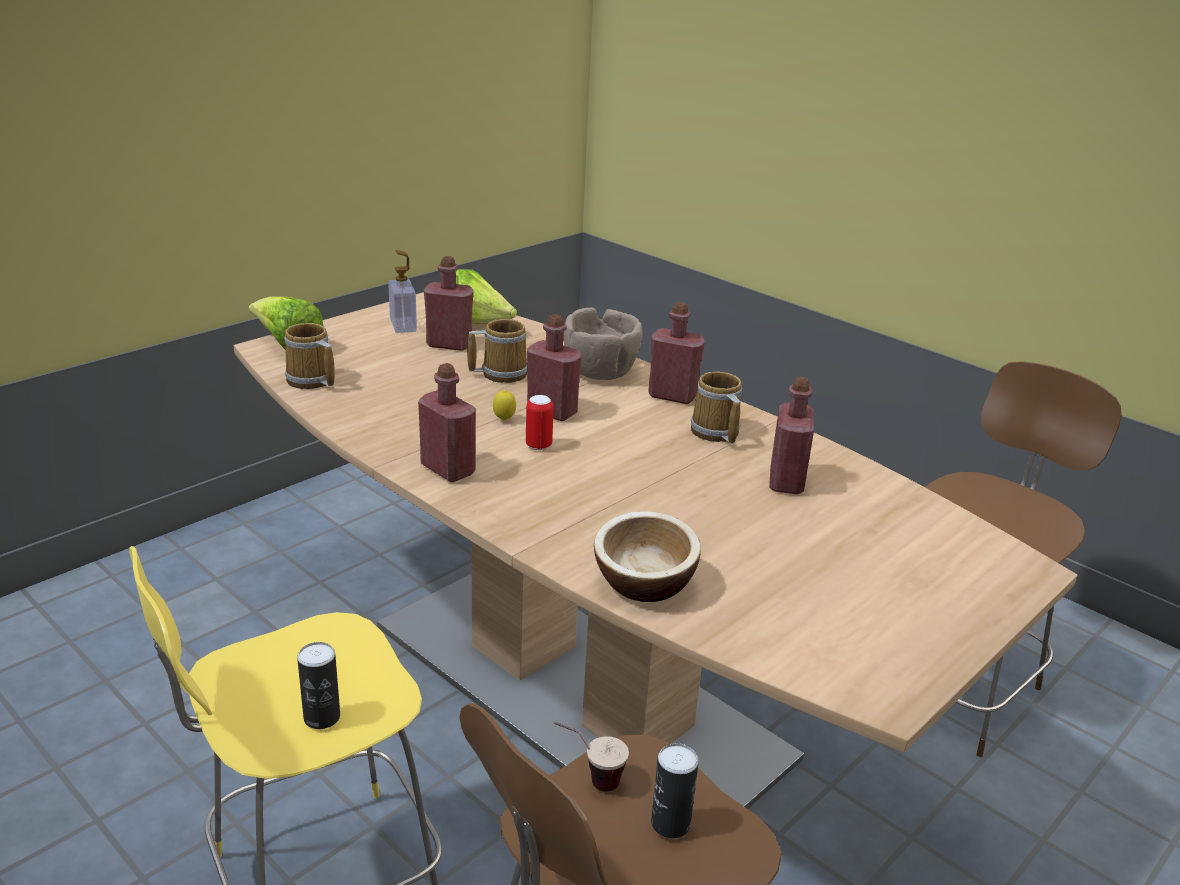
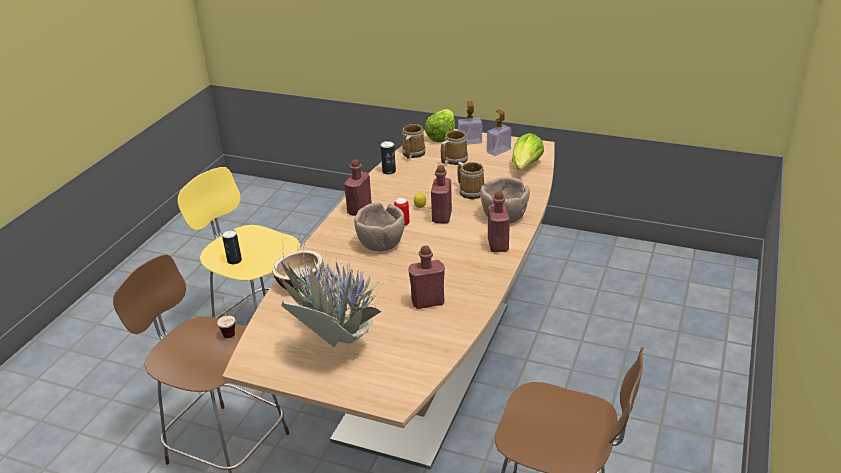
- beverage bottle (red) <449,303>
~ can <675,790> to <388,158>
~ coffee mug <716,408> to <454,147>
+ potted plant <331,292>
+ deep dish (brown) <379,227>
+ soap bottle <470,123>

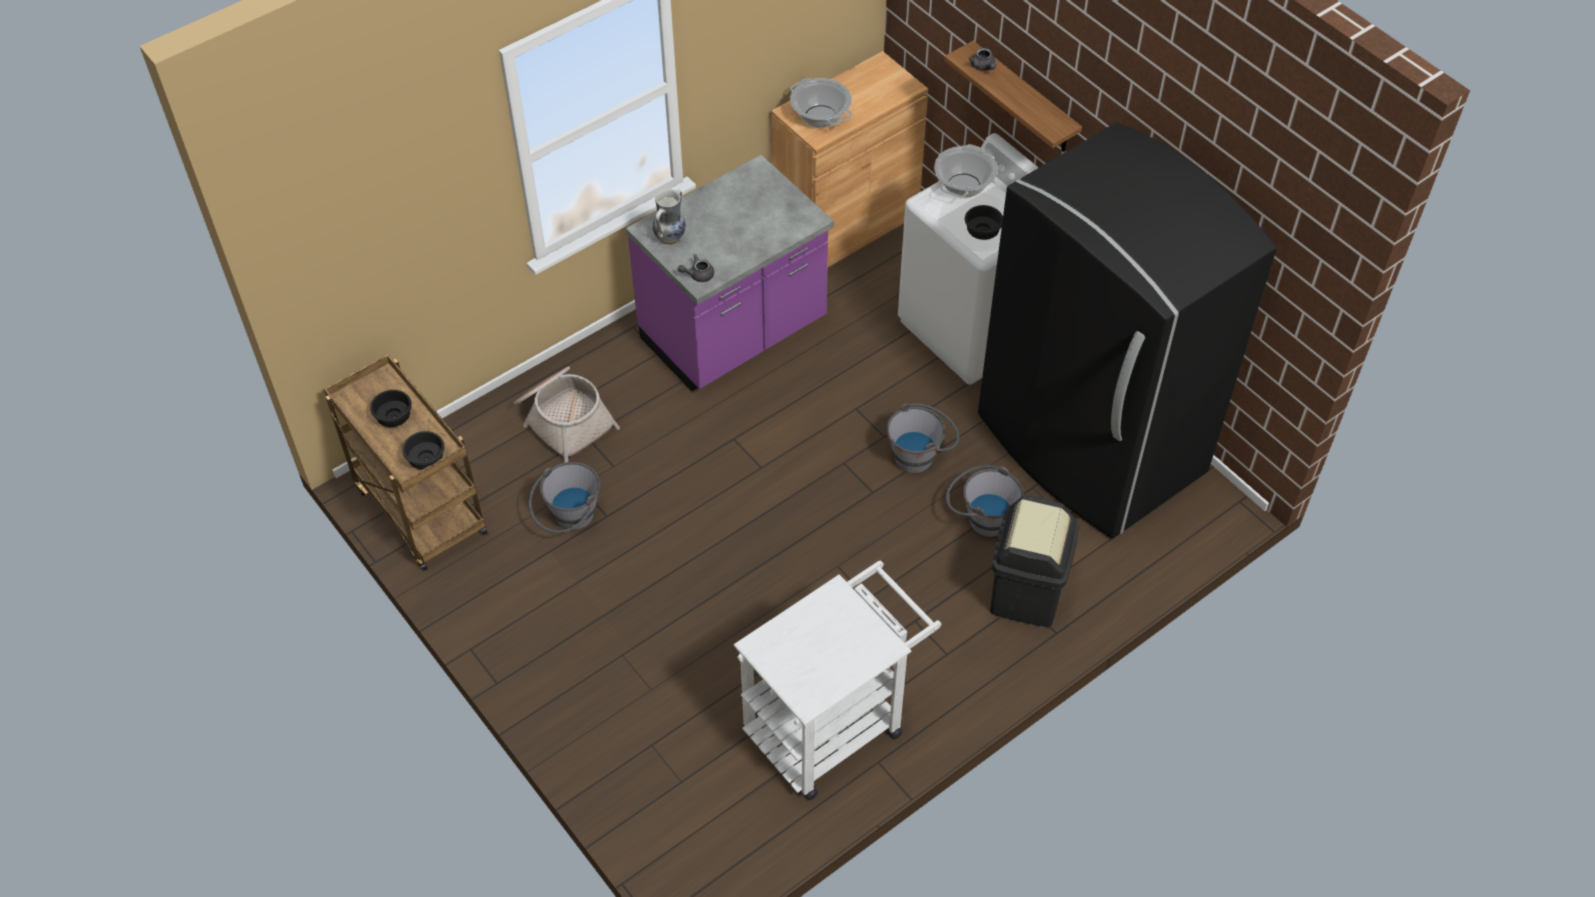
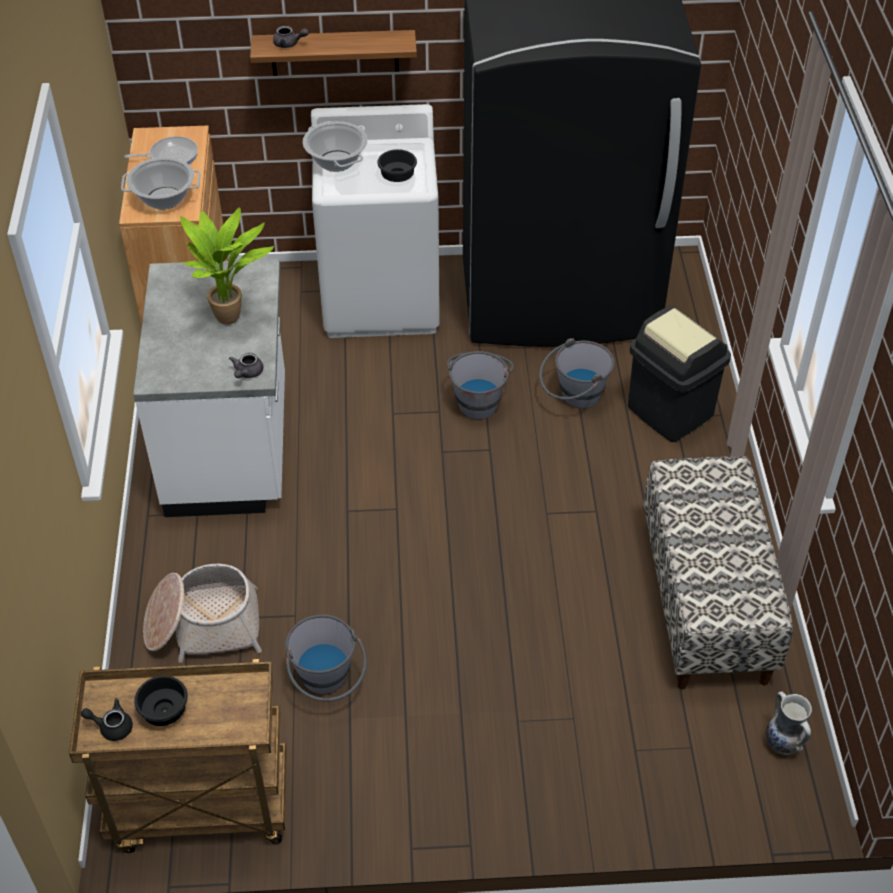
- deep dish (black) <423,450>
~ counter (purplish) <730,273> to counter (whitish) <209,388>
~ vase <669,217> to <789,723>
~ wheeled cart (whitish) <837,680> to bench <718,573>
+ pot for tea (black) <107,719>
+ skillet <161,150>
+ potted plant <227,266>

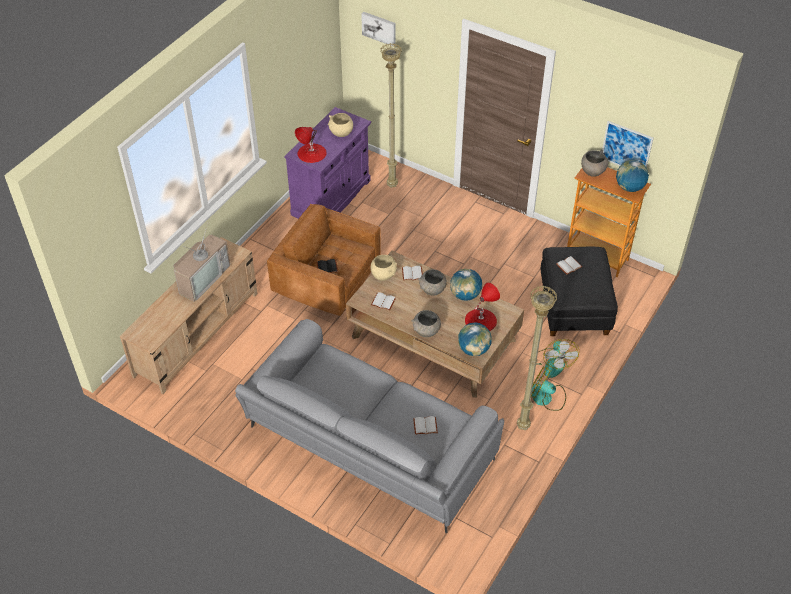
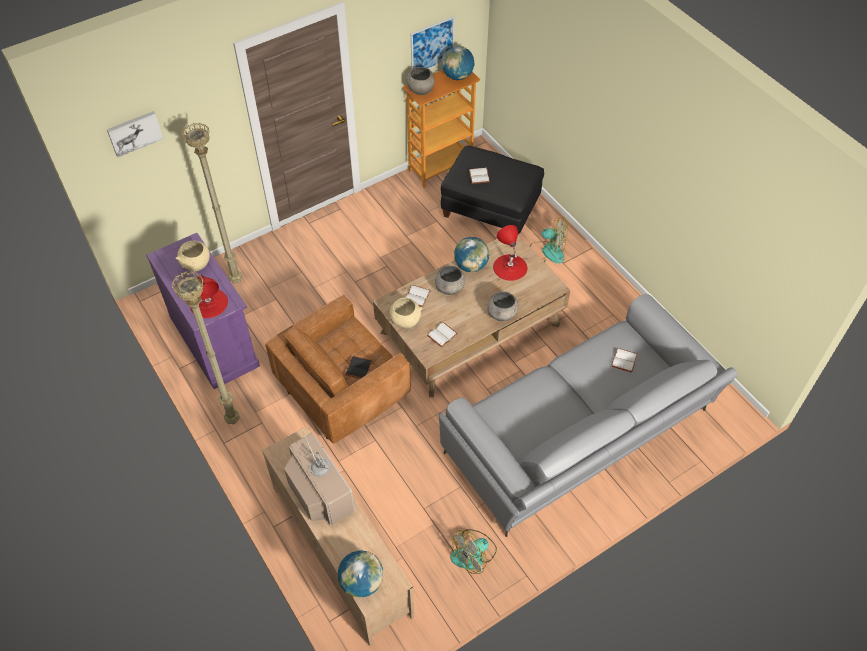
~ desk globe <475,339> to <360,574>
~ standard lamp (beige-coloured) <537,357> to <206,348>
~ cooling fan <548,388> to <473,551>

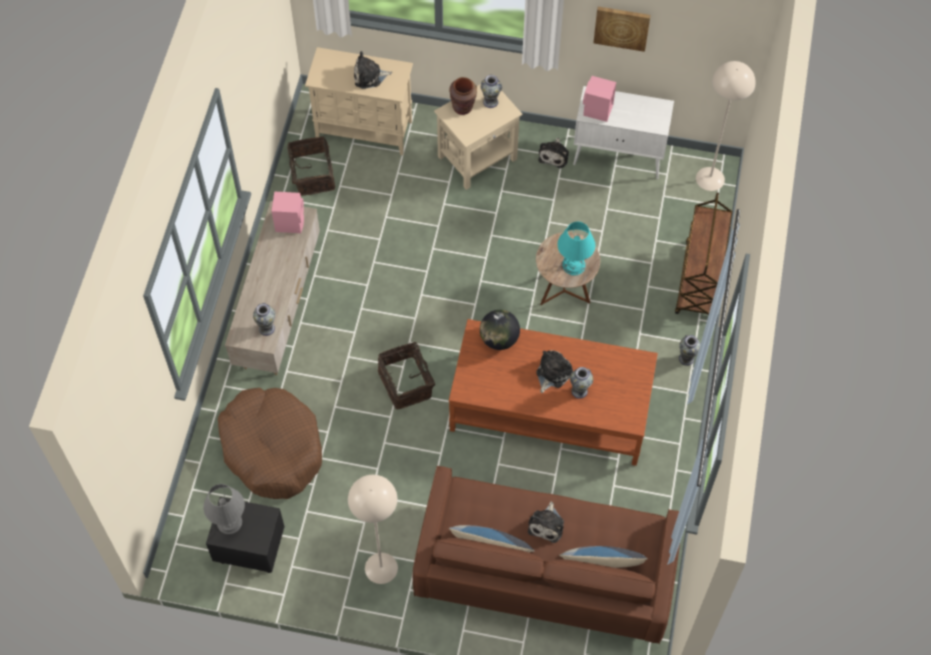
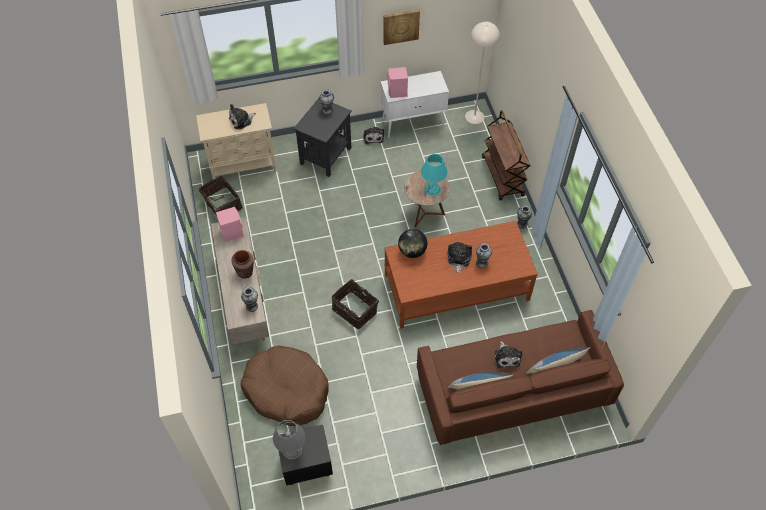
- standard lamp (beige-coloured) <373,529>
~ end table (beige-coloured) <478,137> to end table (black) <322,137>
~ vase (brown) <463,96> to <242,264>

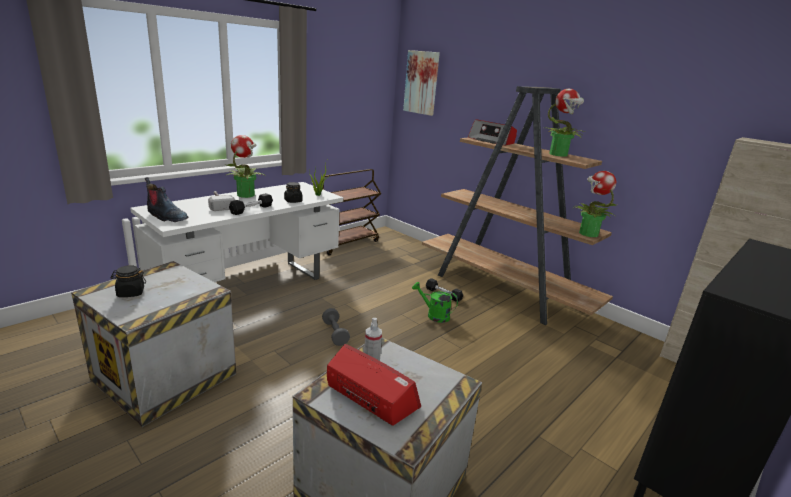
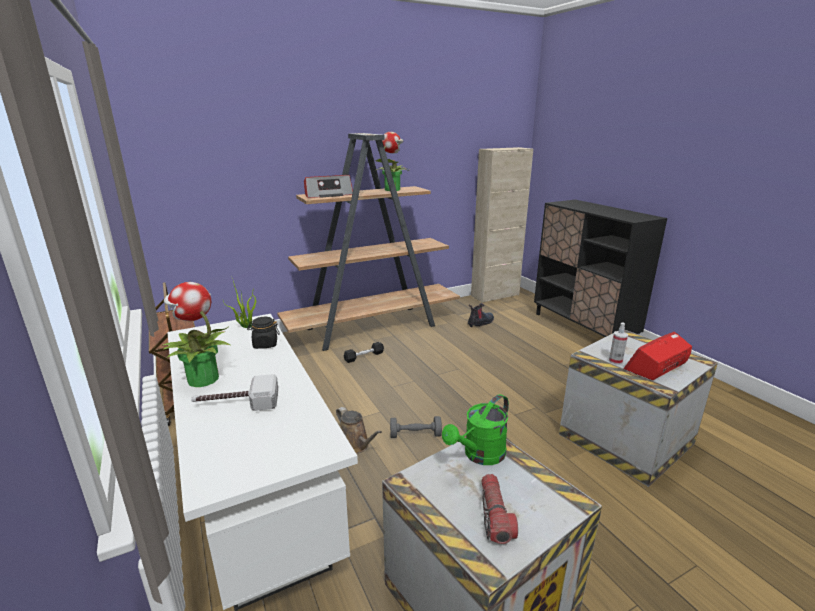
~ preserve jar (black) <128,281> to hand torch <499,509>
~ tall boot <167,199> to <481,315>
- free weight (black) <251,204>
- picture <421,83>
~ sprinkling can (greenish) <435,302> to <475,429>
- potted plant <596,204>
+ sprinkling can (brown) <359,430>

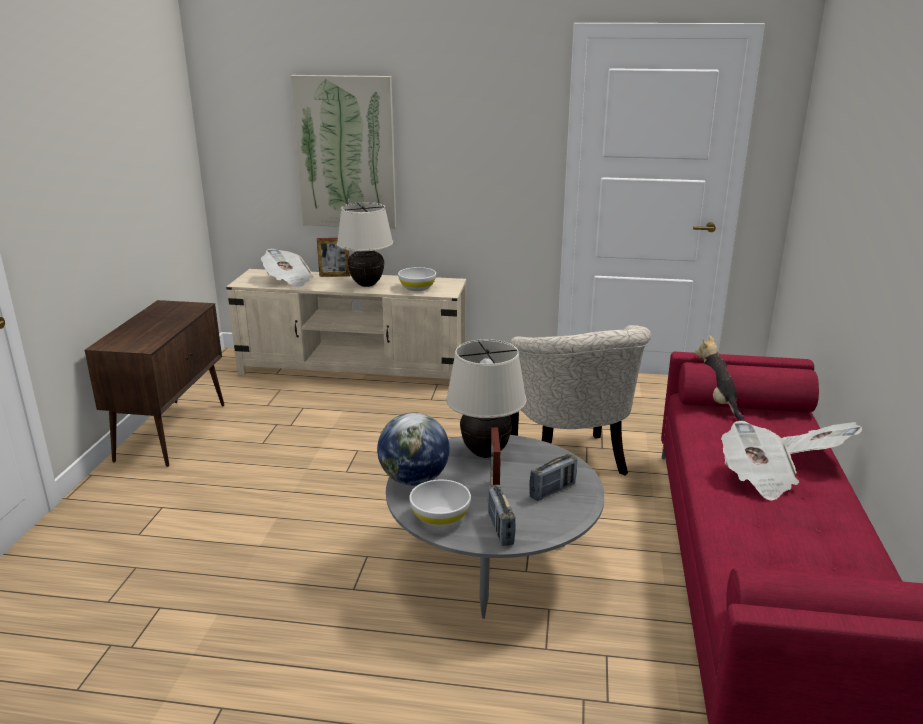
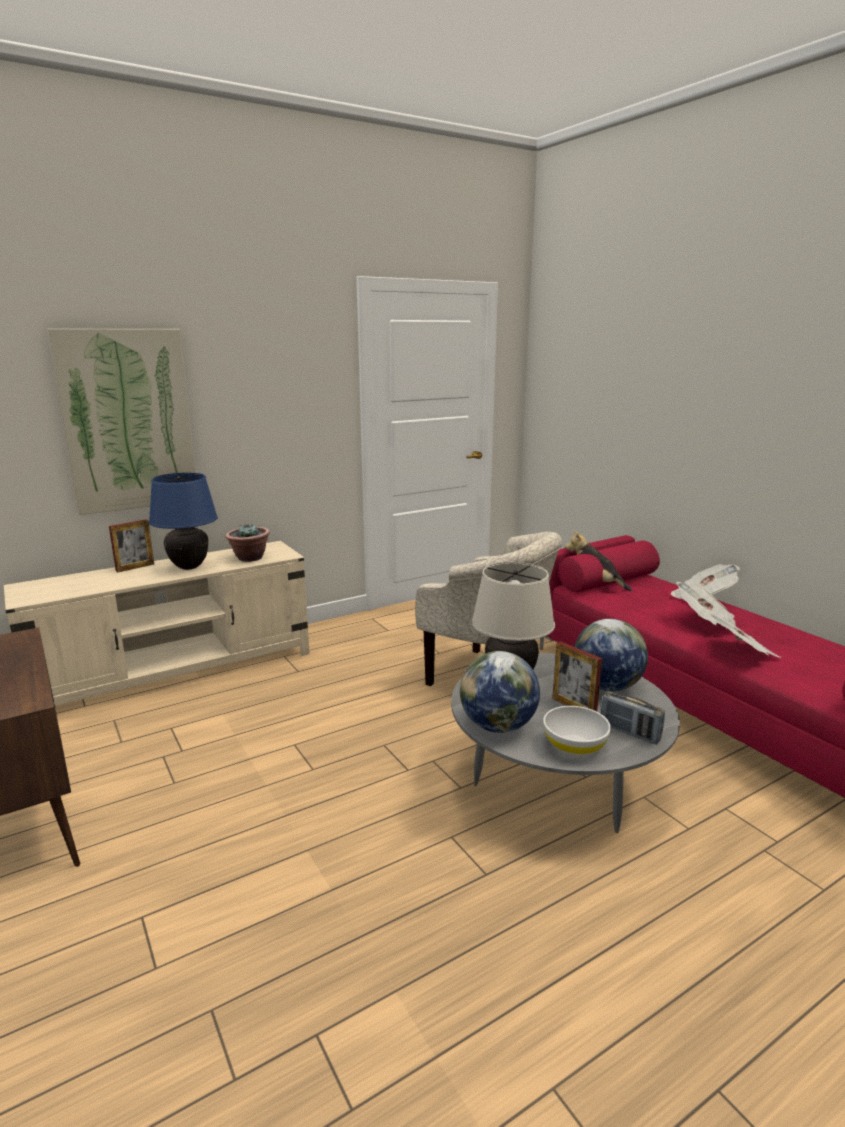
~ daily paper <287,268> to <745,635>
~ tabletop lamp (beige-coloured) <365,244> to tabletop lamp (bluish) <183,521>
~ deep dish (whitish) <417,279> to potted plant <247,542>
~ radio set <553,477> to desk globe <611,655>

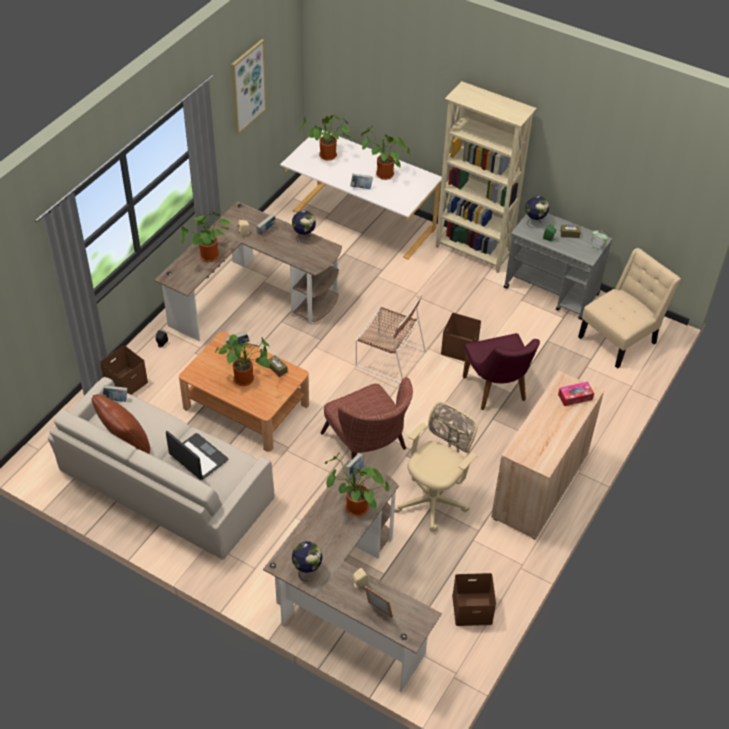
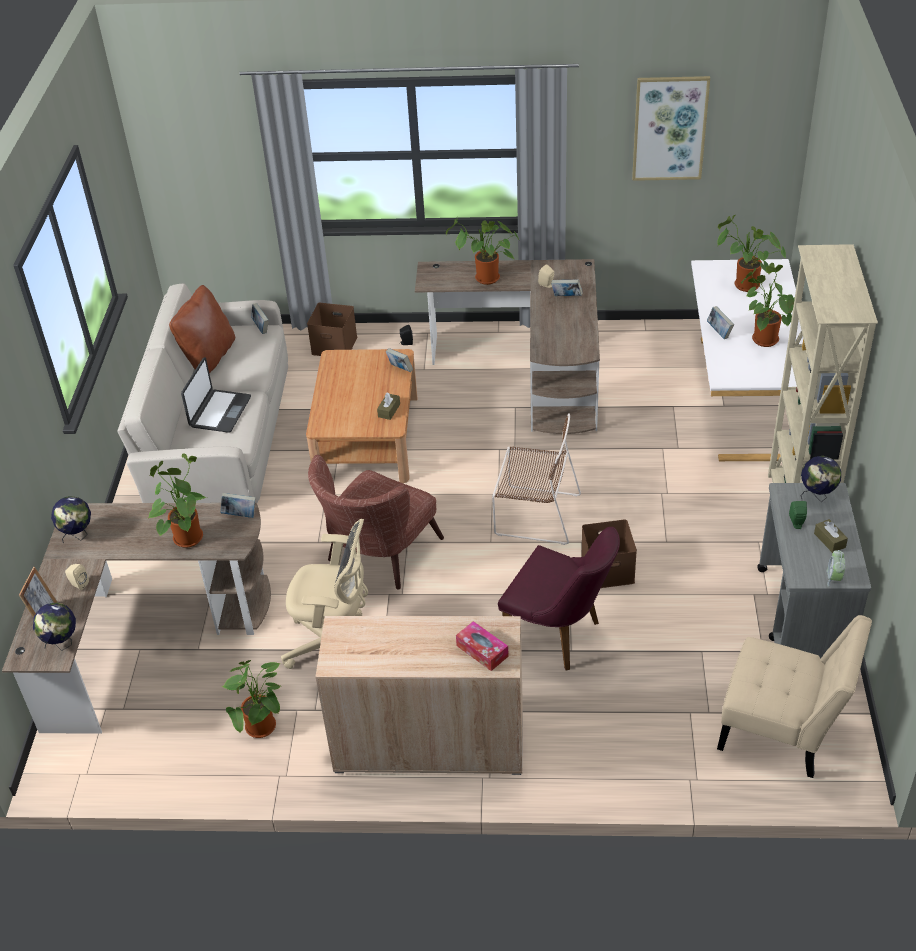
~ potted plant <242,360> to <251,699>
~ desk globe <304,226> to <54,627>
~ chair (brown) <390,339> = <536,479> 75 degrees counterclockwise
- storage container (brown) <474,599>
~ chair (purplish) <501,371> = <559,598> 105 degrees counterclockwise

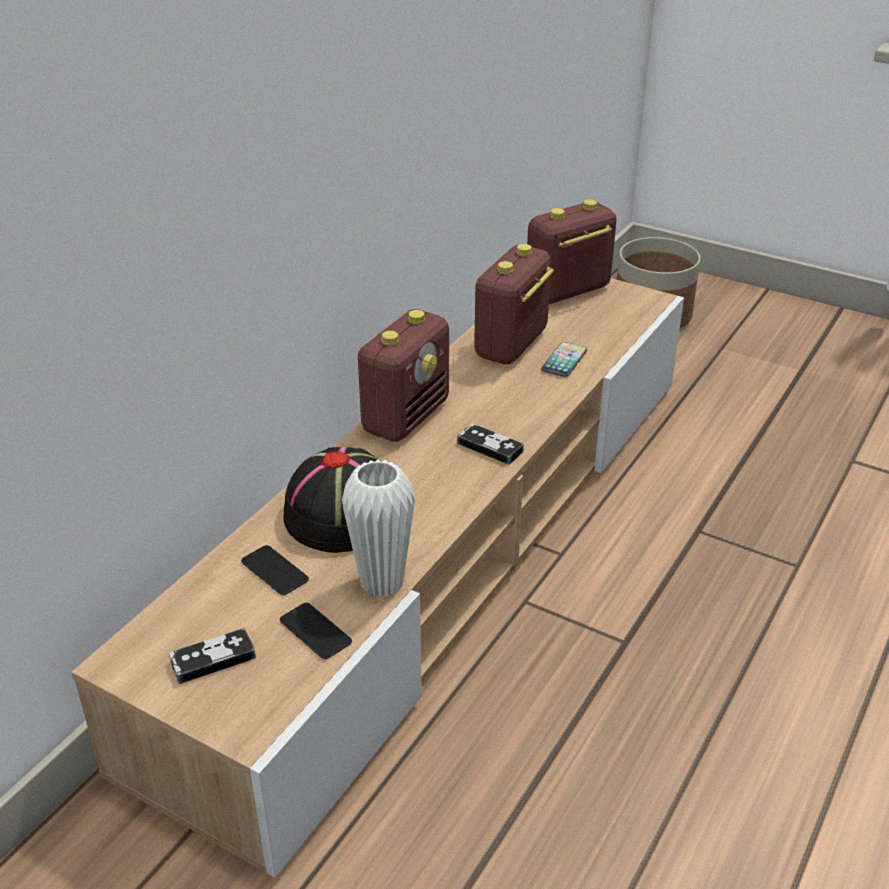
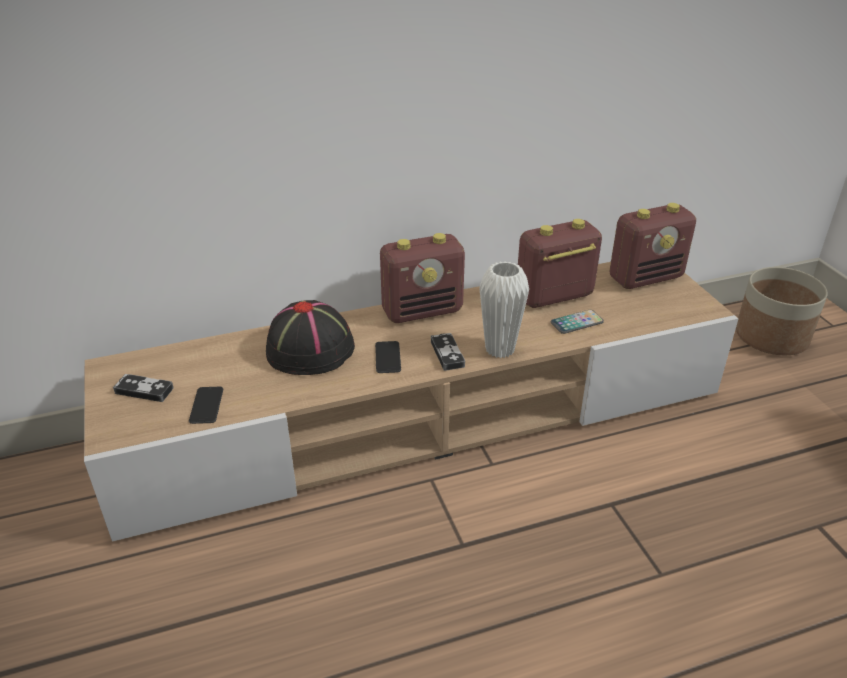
~ telephone <275,570> to <388,357>
~ vase (whitish) <378,528> to <504,309>
~ radio set <572,251> = <652,246> 150 degrees clockwise

